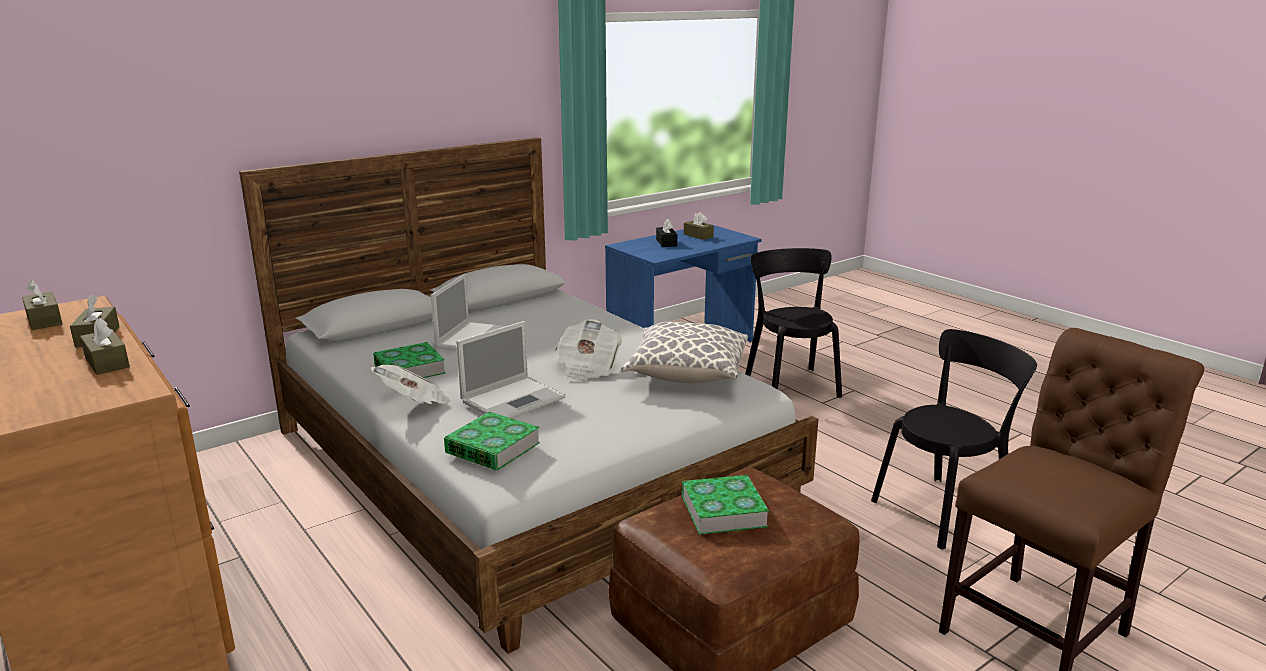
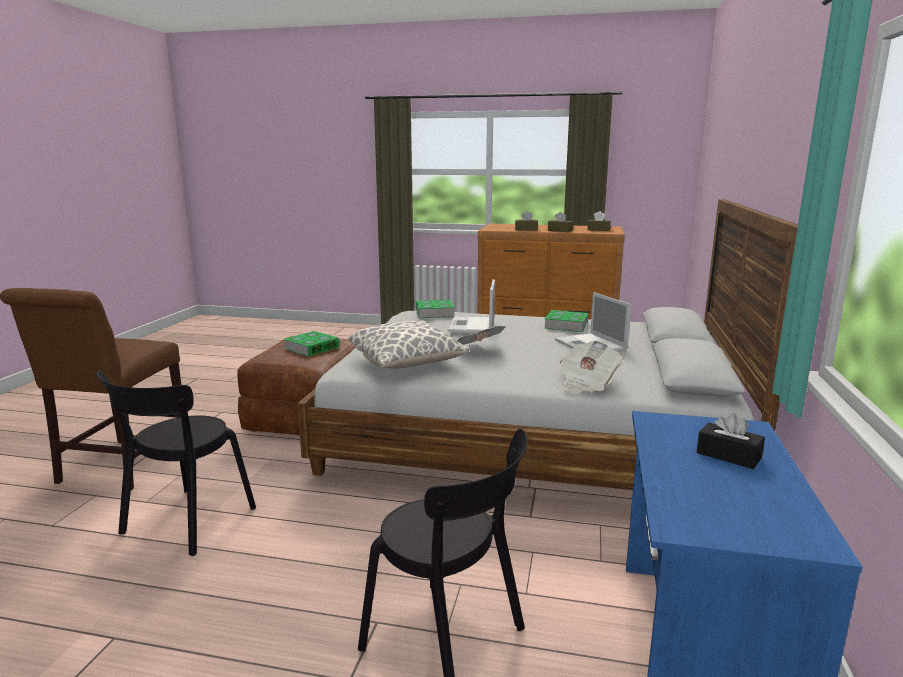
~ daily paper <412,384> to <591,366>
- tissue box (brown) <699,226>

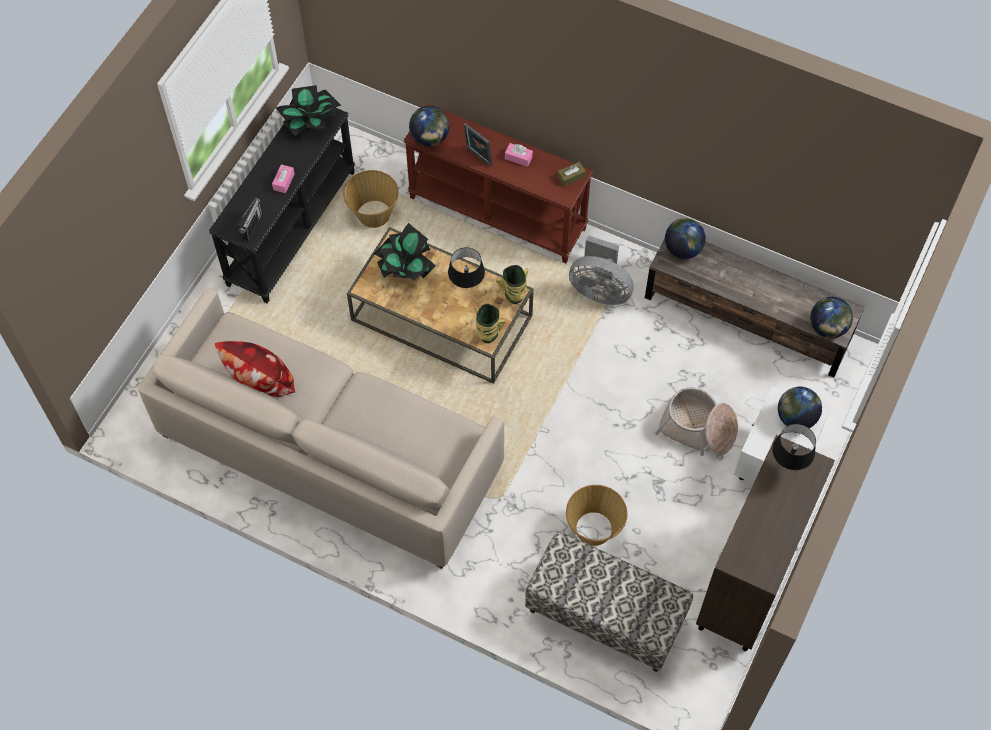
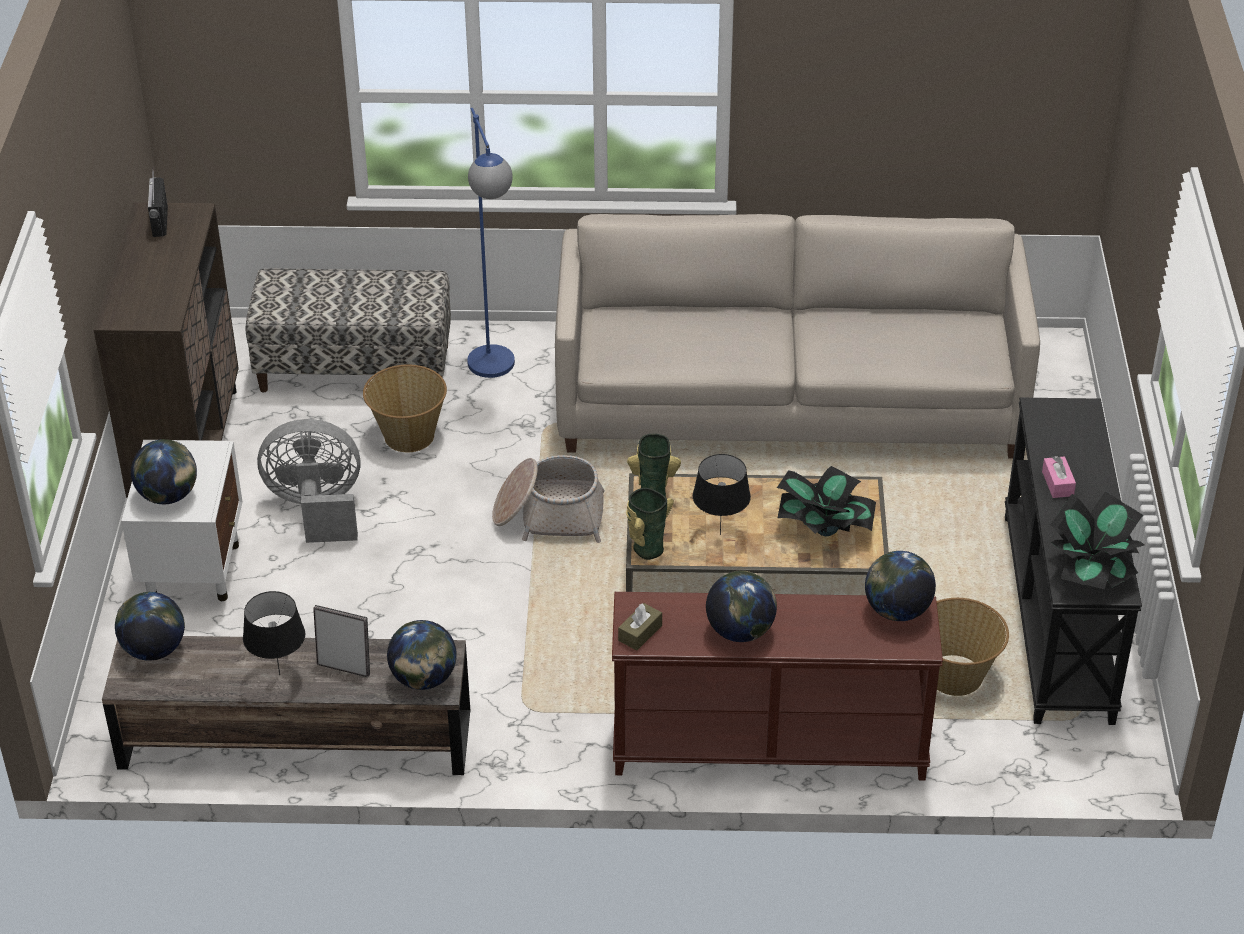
- throw pillow <255,369>
~ radio set <249,219> to <158,202>
~ picture frame <477,145> to <341,641>
~ tissue box (pink-coloured) <519,155> to desk globe <741,606>
~ cooling fan (gray) <601,270> to <309,481>
~ storage basket <696,421> to <548,499>
~ tabletop lamp (black) <794,447> to <274,633>
+ standard lamp (bluish) <491,243>

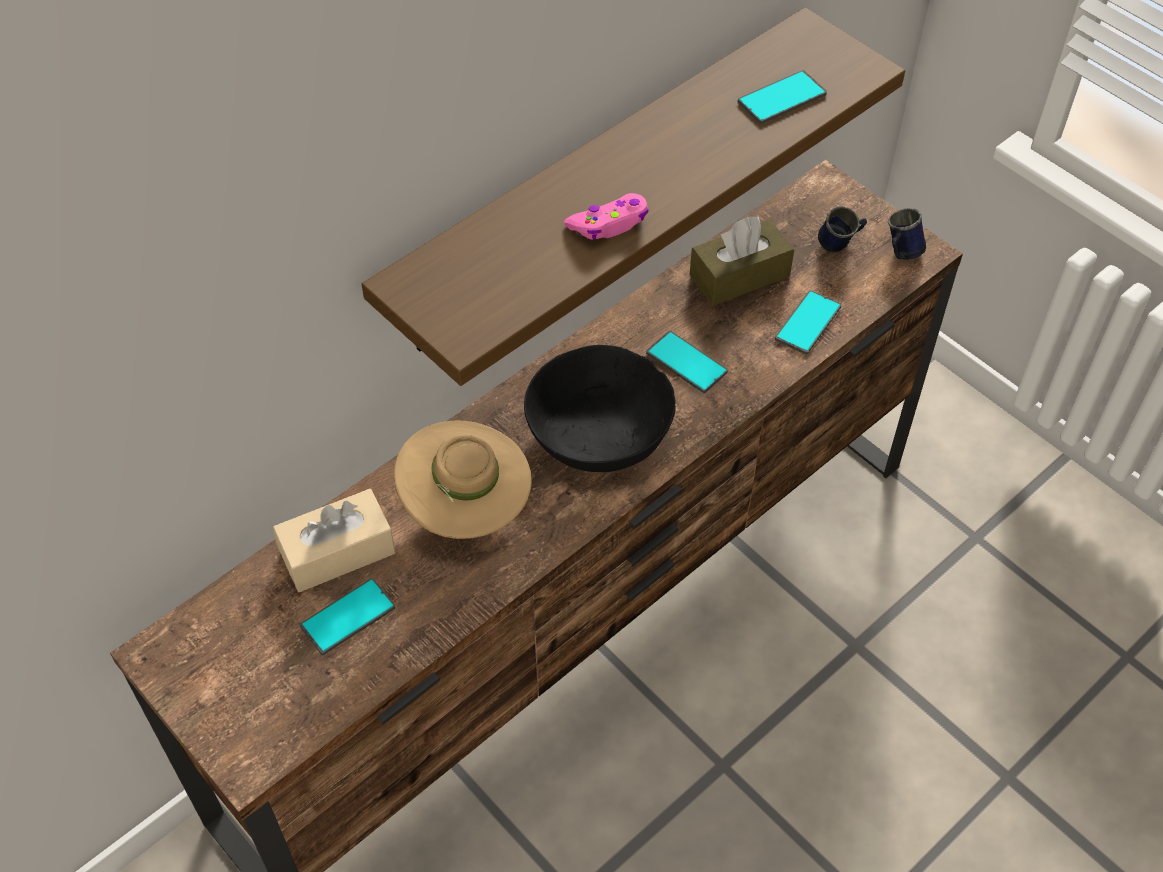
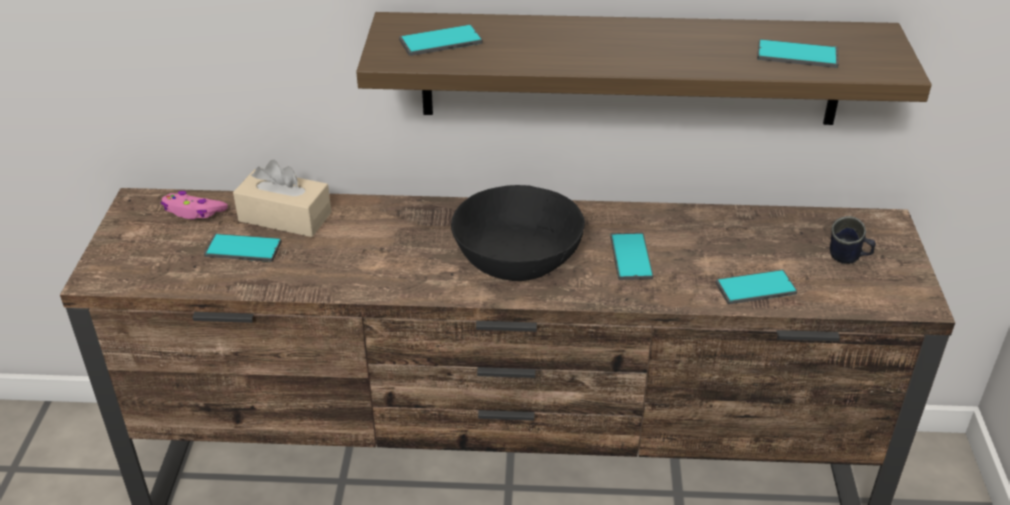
- hat (beige-coloured) <463,480>
~ gamepad (pink-coloured) <606,216> to <194,205>
- tissue box (brown) <742,261>
- coffee mug (bluish) <907,234>
+ telephone <441,40>

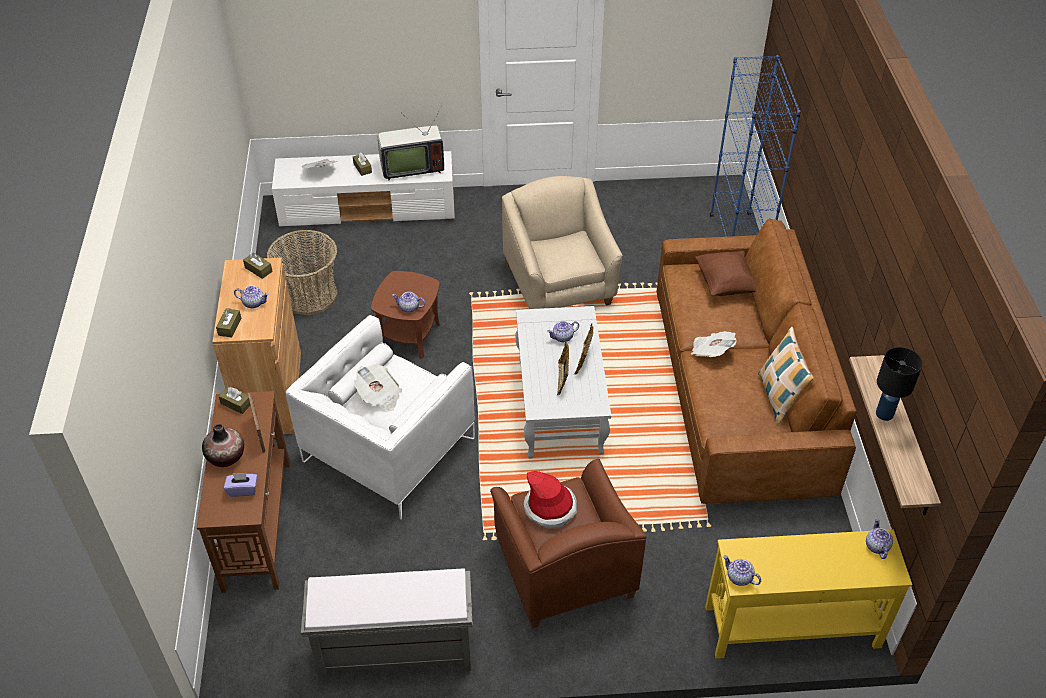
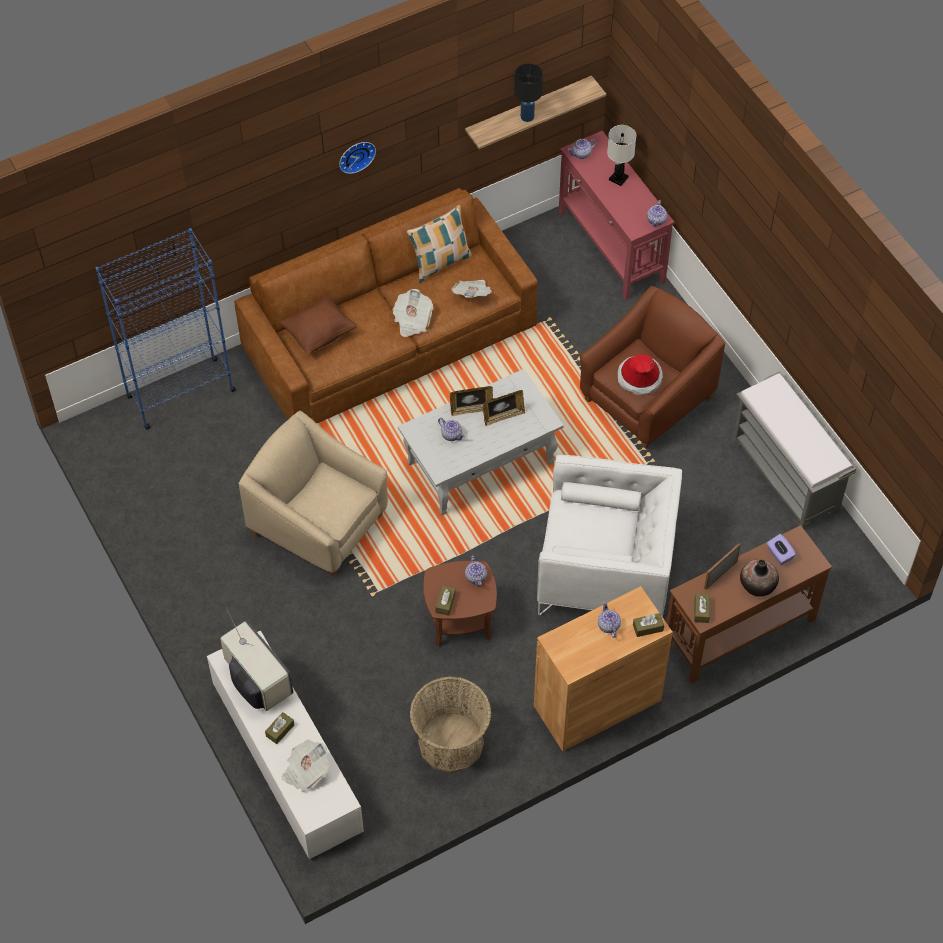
~ tissue box (brown) <258,266> to <445,600>
~ daily paper <378,387> to <472,289>
~ easy chair (beige-coloured) <562,242> = <313,494> 75 degrees clockwise
~ hall table (yellowish) <808,594> to hall table (red) <617,215>
+ wall clock <357,158>
+ tabletop lamp (whitish) <621,155>

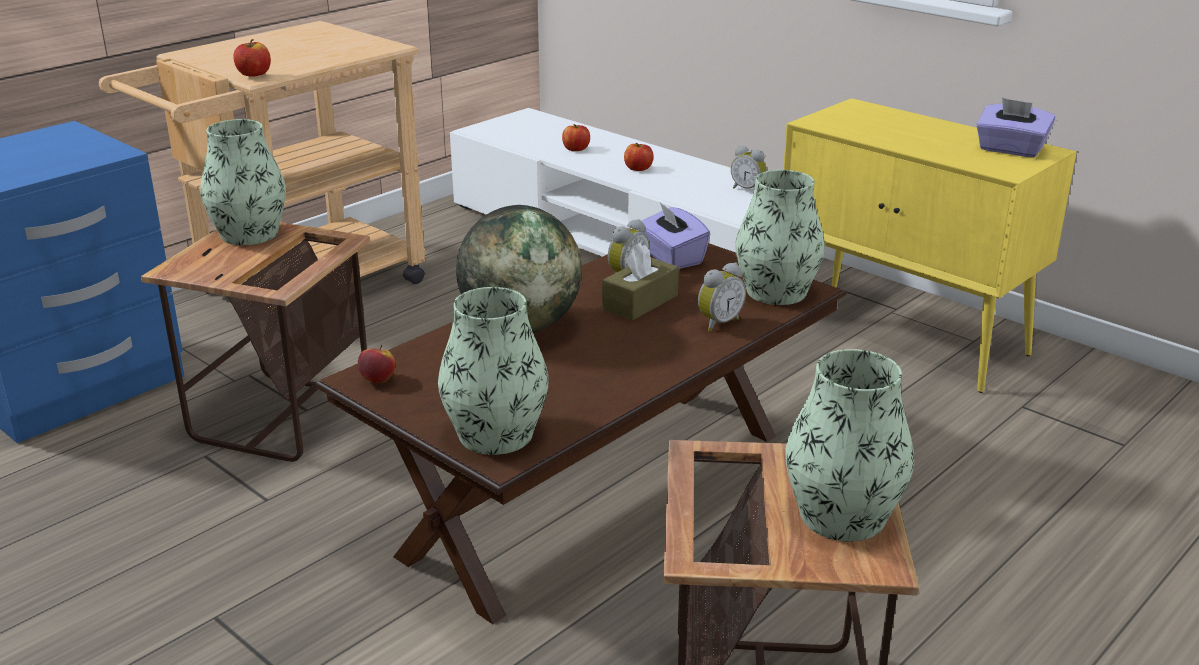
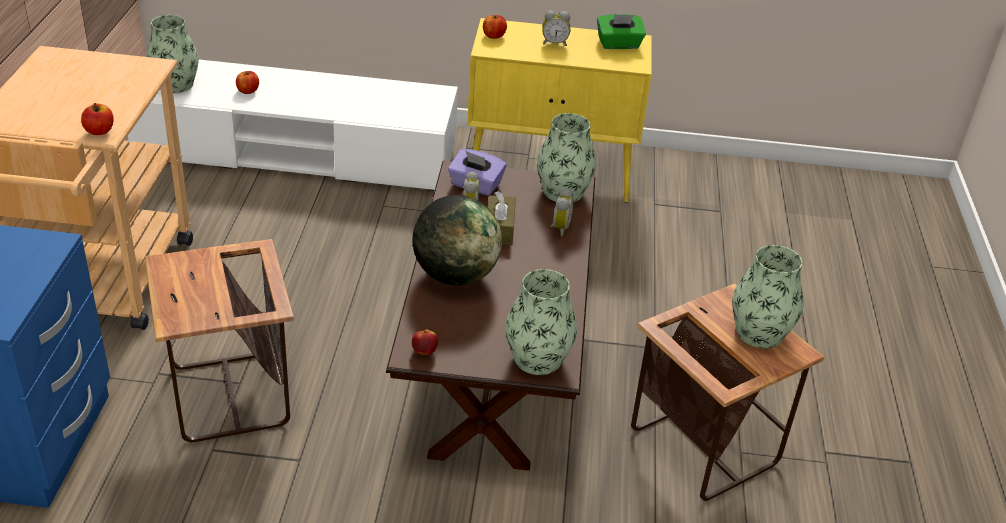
~ vase <243,182> to <172,54>
~ apple fruit <639,157> to <495,27>
~ bedside clock <749,167> to <556,28>
~ tissue box (purplish) <1015,128> to tissue box (greenish) <621,31>

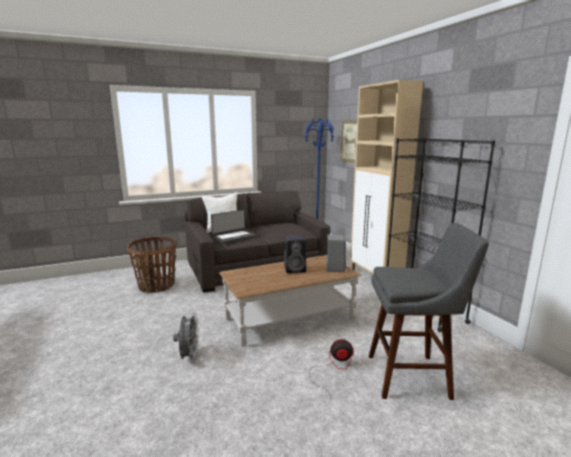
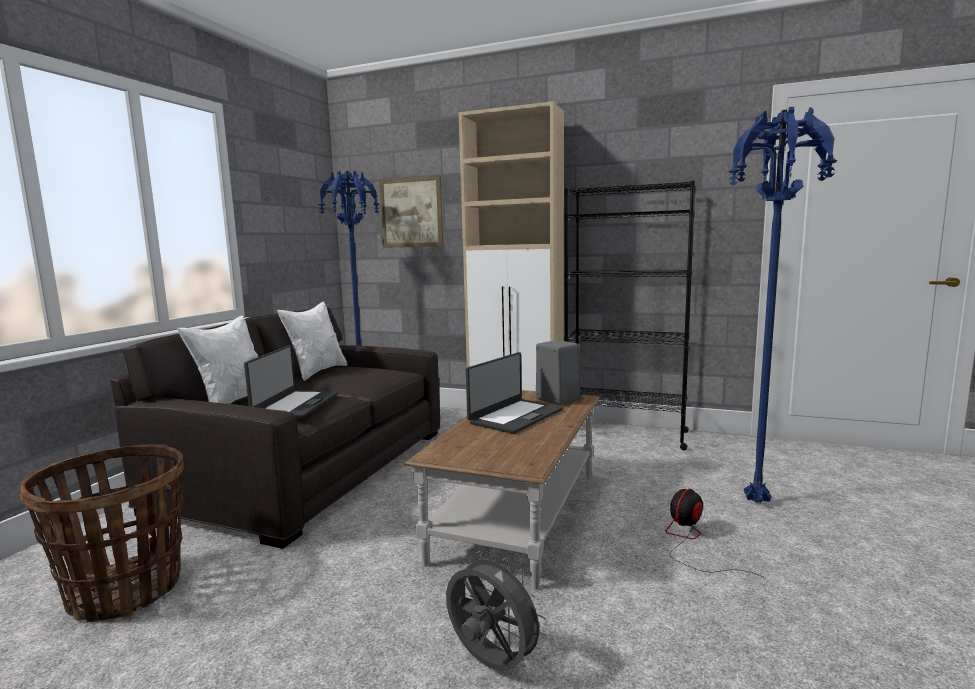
~ loudspeaker (black) <295,254> to portable computer <514,393>
~ stool seat (gray) <429,311> to standard lamp (bluish) <783,305>
+ throw pillow (whitish) <312,341>

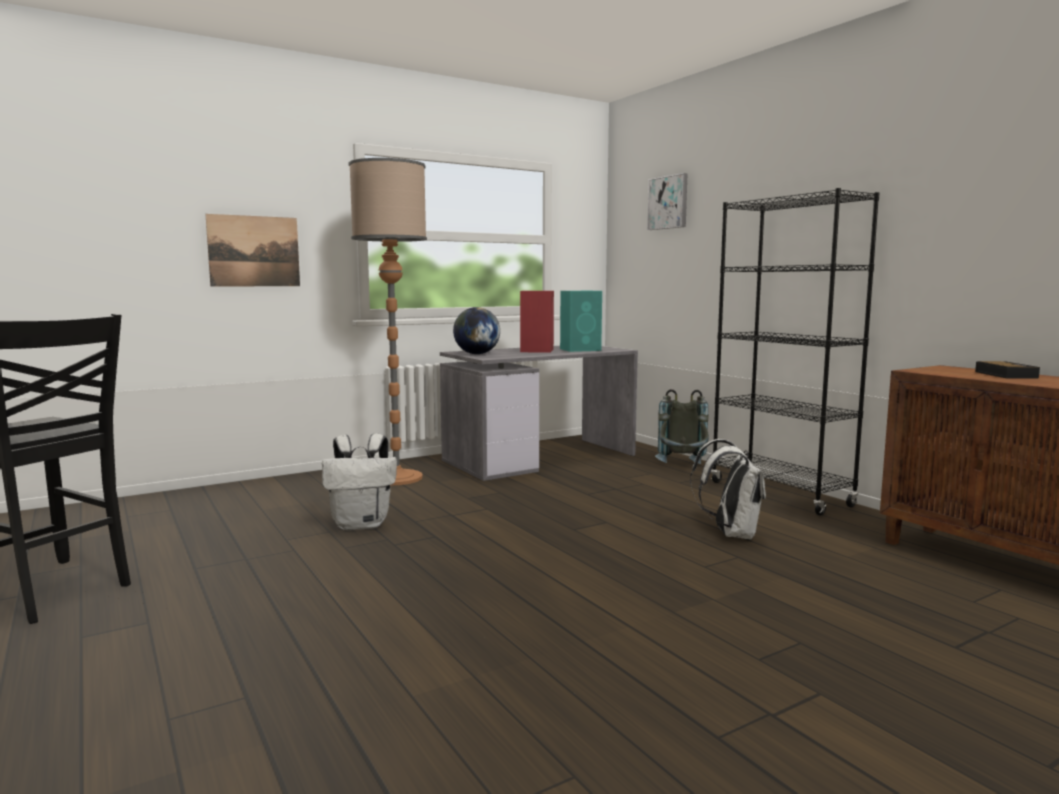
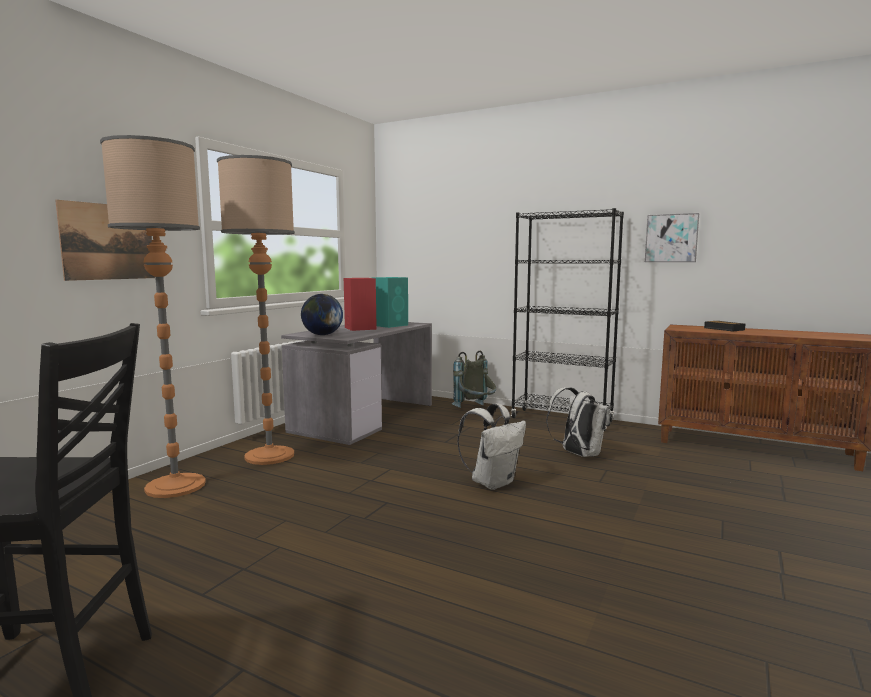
~ rucksack (whitish) <359,482> to <491,446>
~ picture <667,201> to <672,237>
+ standard lamp <153,316>

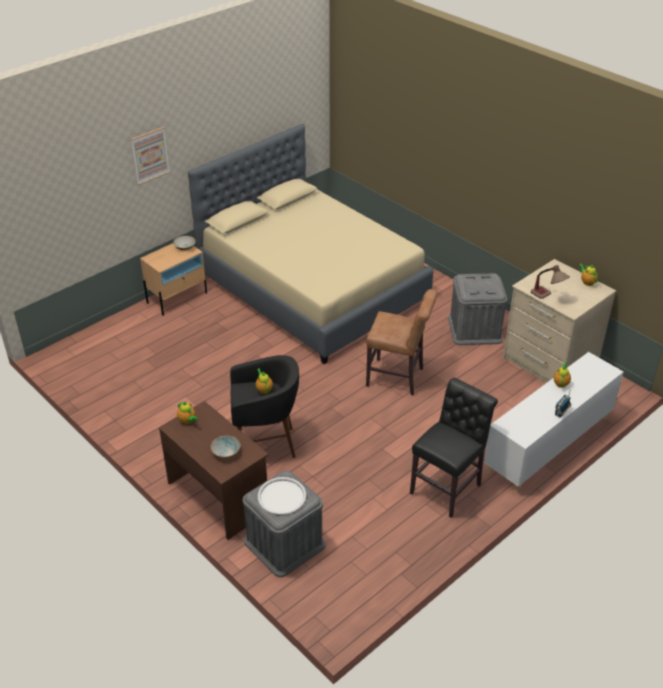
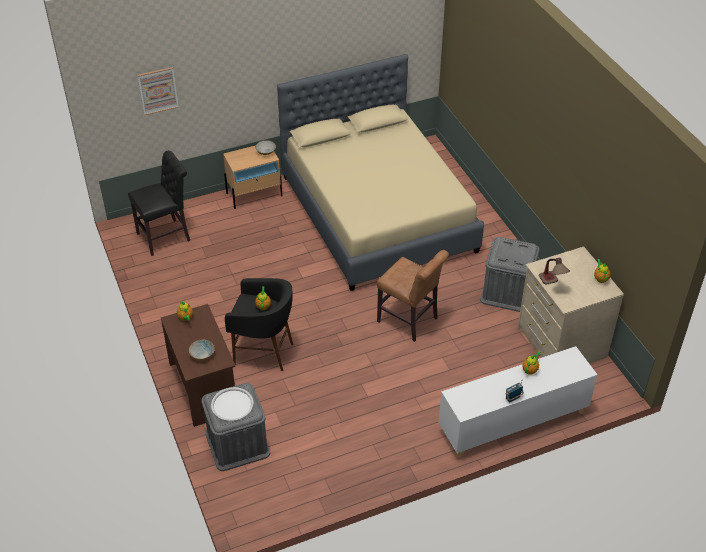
~ picture <150,156> to <158,91>
~ chair (black) <454,448> to <159,203>

